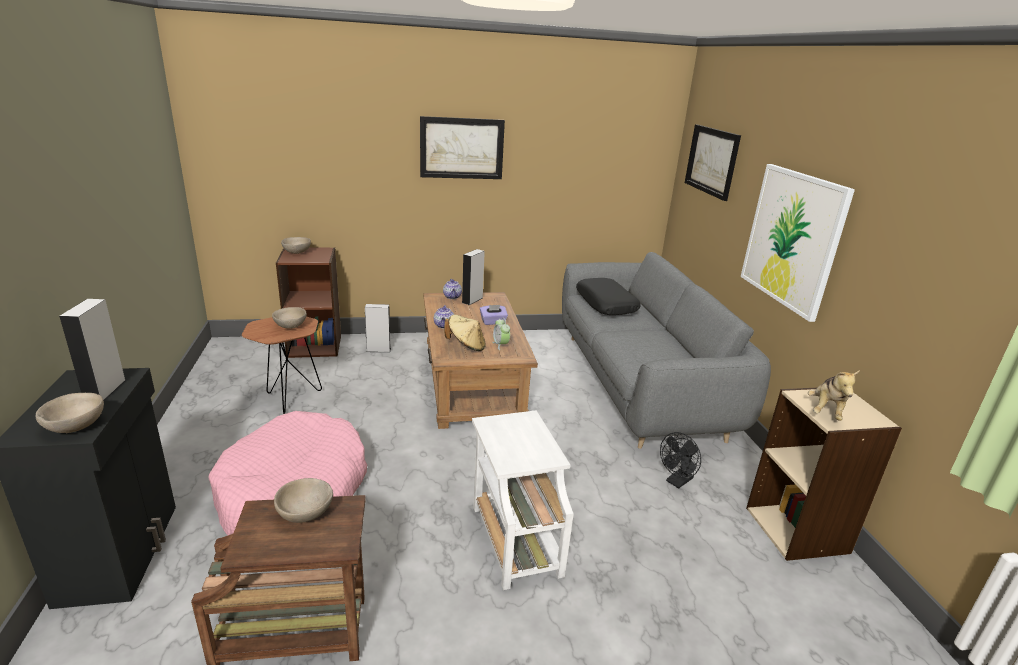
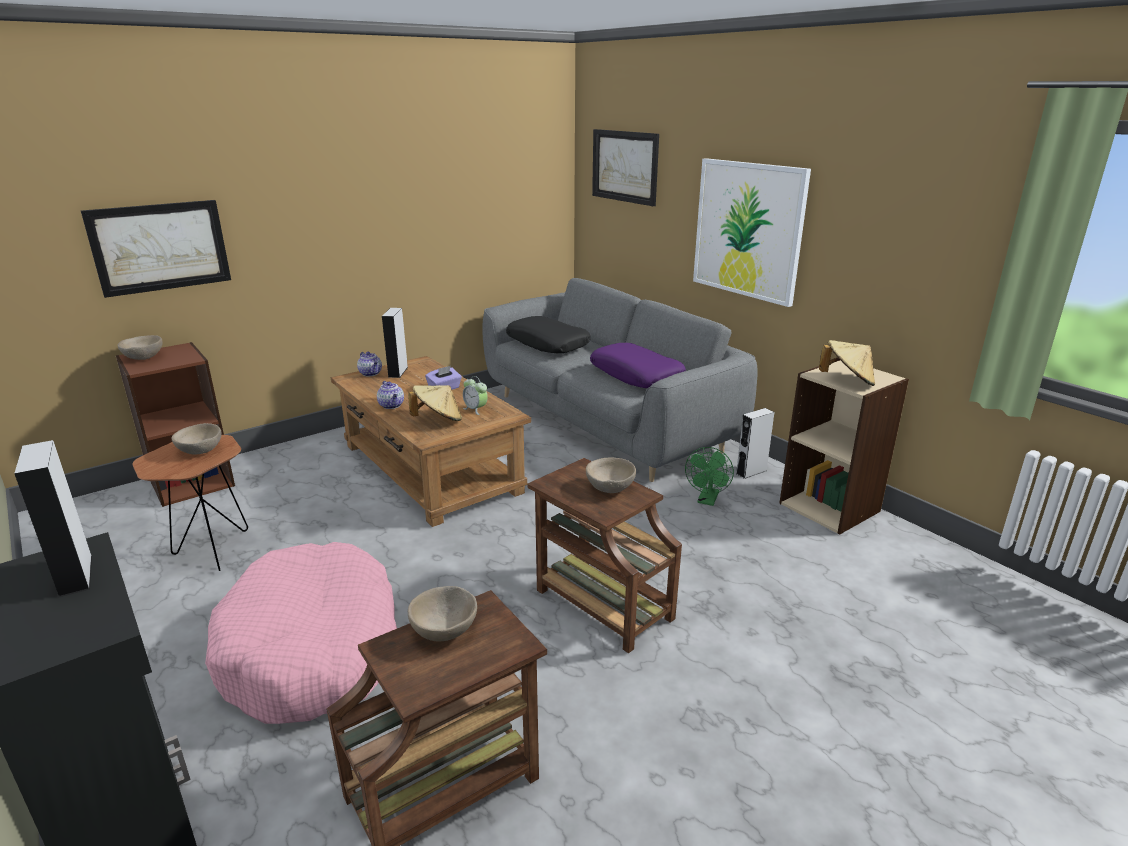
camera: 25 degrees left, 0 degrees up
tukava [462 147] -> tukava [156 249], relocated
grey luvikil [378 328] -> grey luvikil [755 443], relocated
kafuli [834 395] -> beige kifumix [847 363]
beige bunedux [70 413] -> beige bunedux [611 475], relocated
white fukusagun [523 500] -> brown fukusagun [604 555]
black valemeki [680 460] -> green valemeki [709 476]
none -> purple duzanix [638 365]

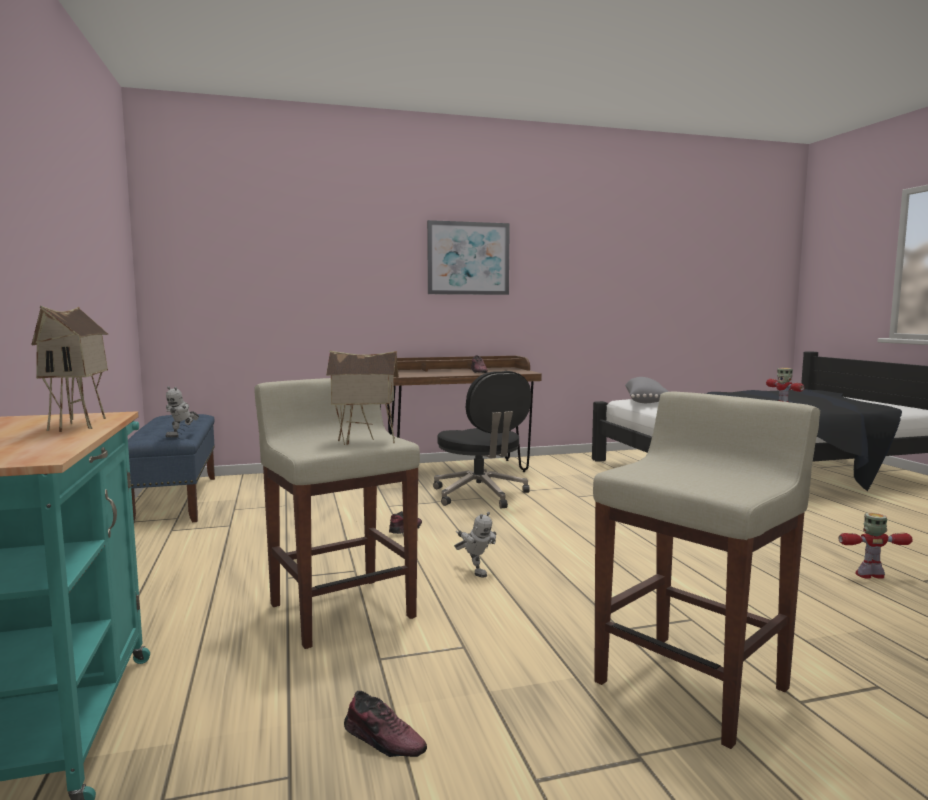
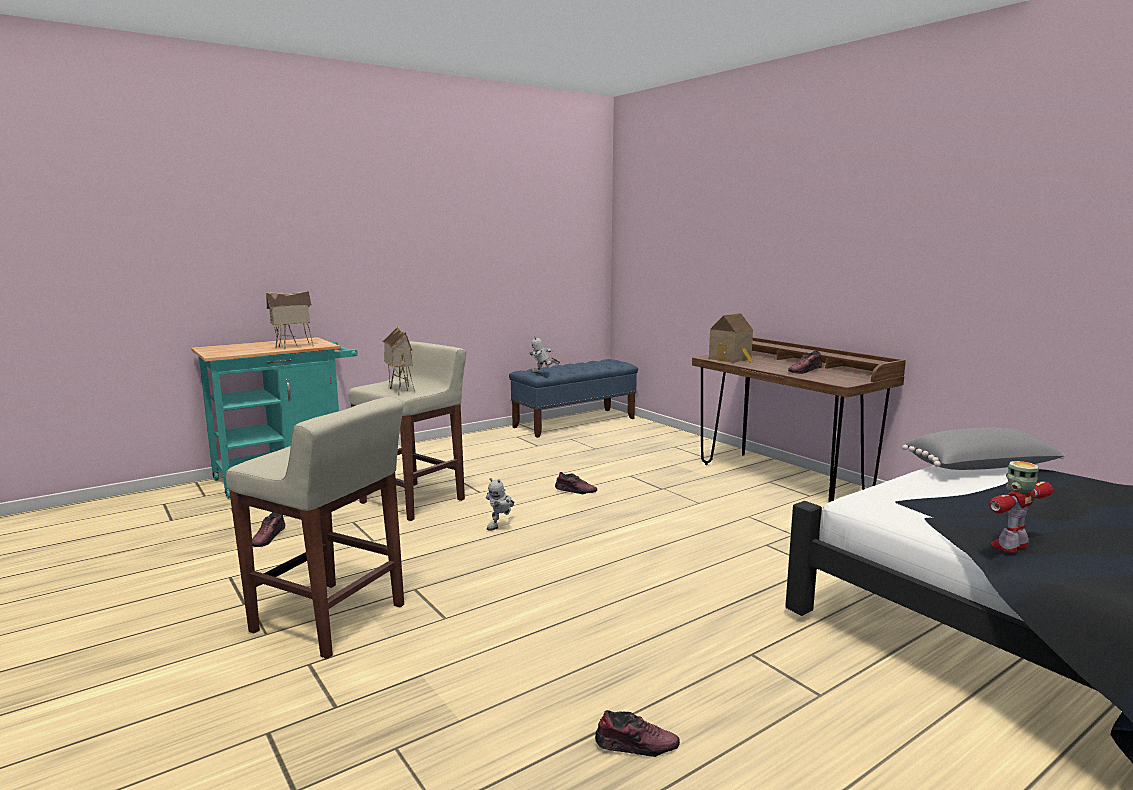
camera: 70 degrees right, 5 degrees up
tukava [468 257] -> none
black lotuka [482 439] -> none
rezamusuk [876 546] -> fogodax [637 733]
none -> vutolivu [731 338]

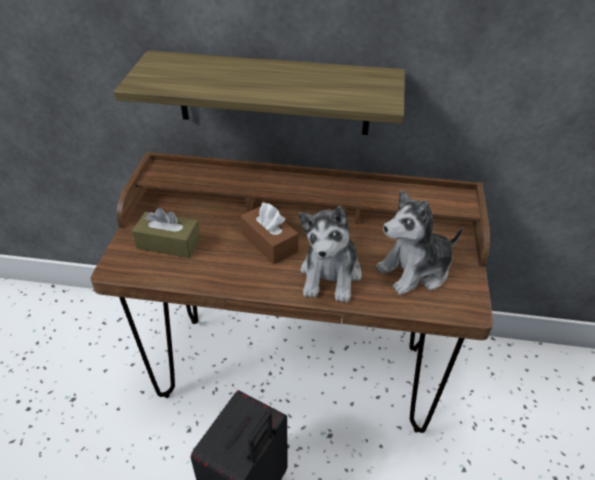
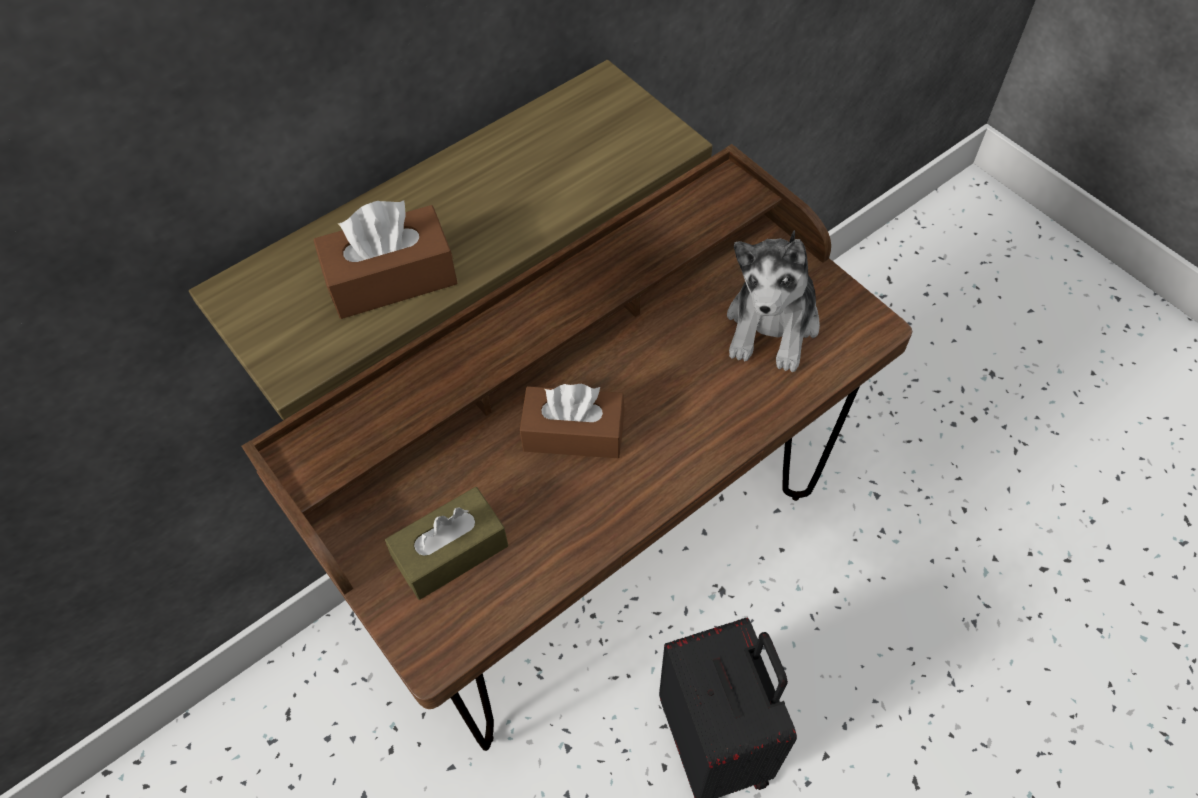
camera: 45 degrees left, 15 degrees up
kafuli [330 254] -> none
none -> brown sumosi [385 259]

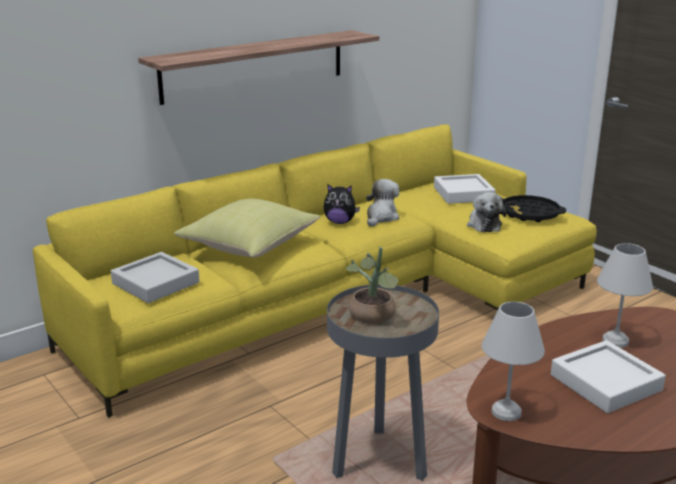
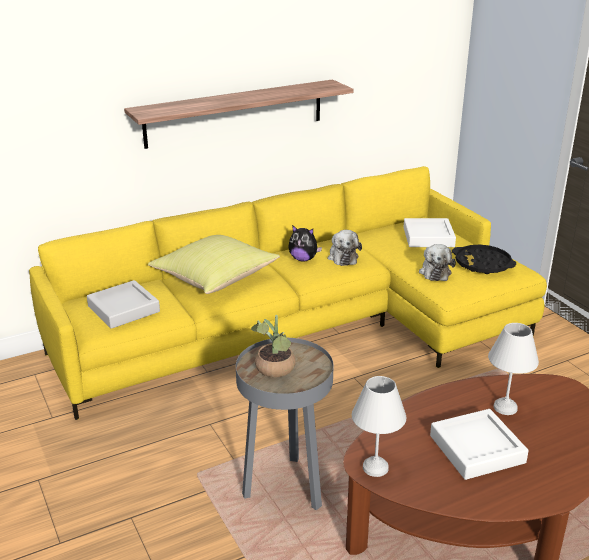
camera: 10 degrees right, 5 degrees up
kafuli [382 203] -> kafuli [344 248], 135 degrees clockwise

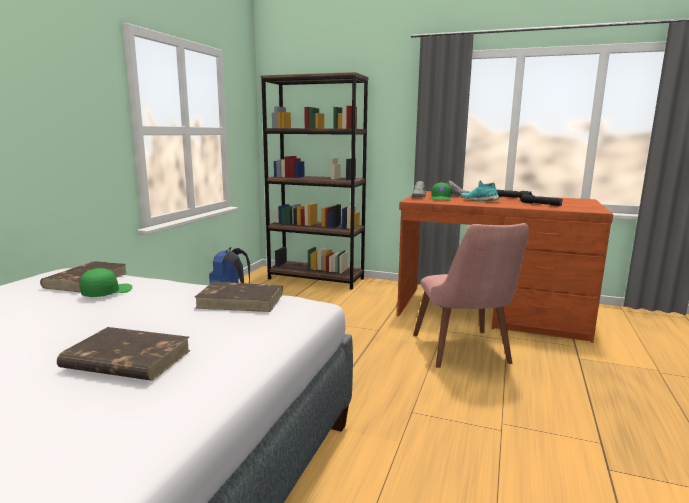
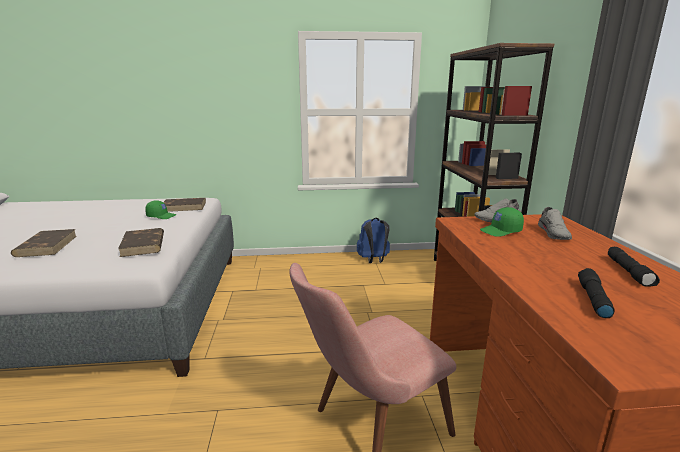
camera: 65 degrees right, 5 degrees up
turquoise fogodax [480 191] -> none

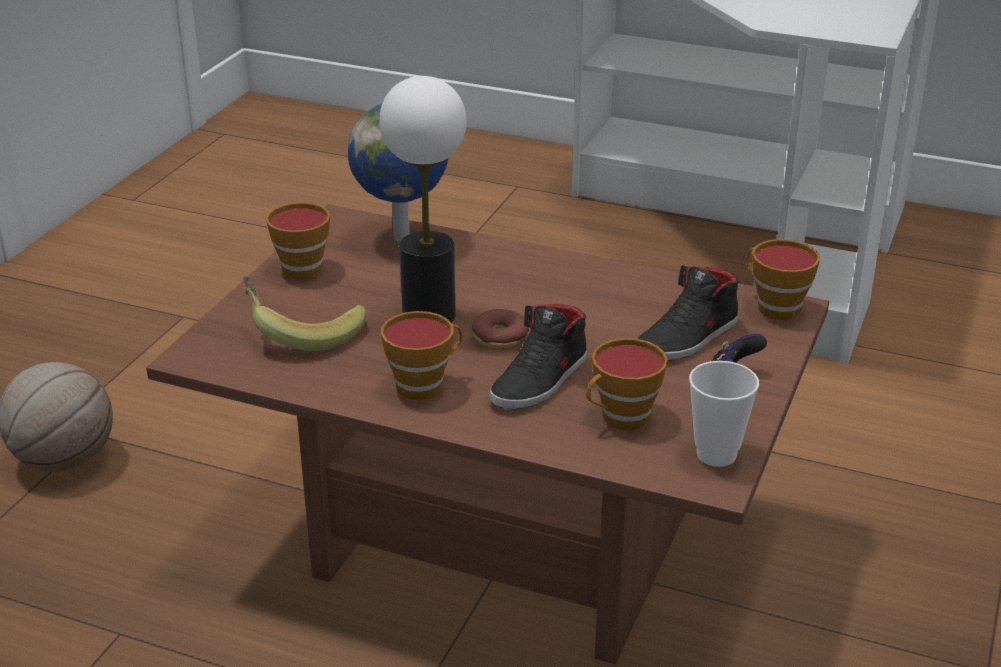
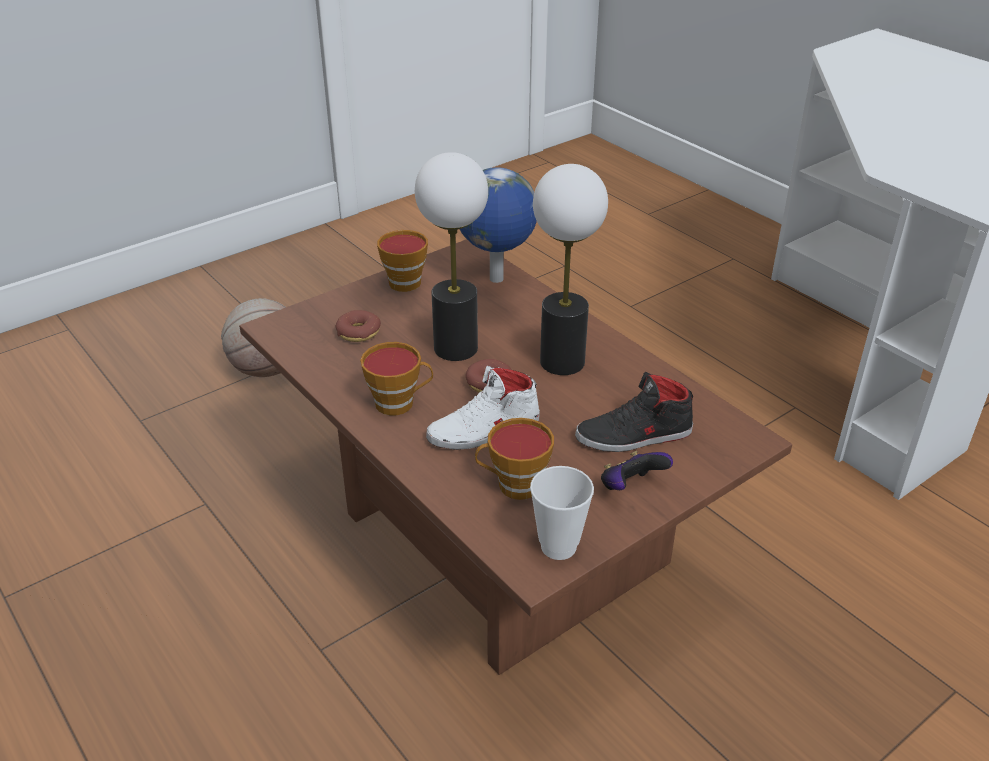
camera: 30 degrees right, 5 degrees up
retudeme [783 279] -> none
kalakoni [304 313] -> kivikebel [358 326]
black fogodax [538 356] -> white fogodax [483 408]
none -> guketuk [570 269]

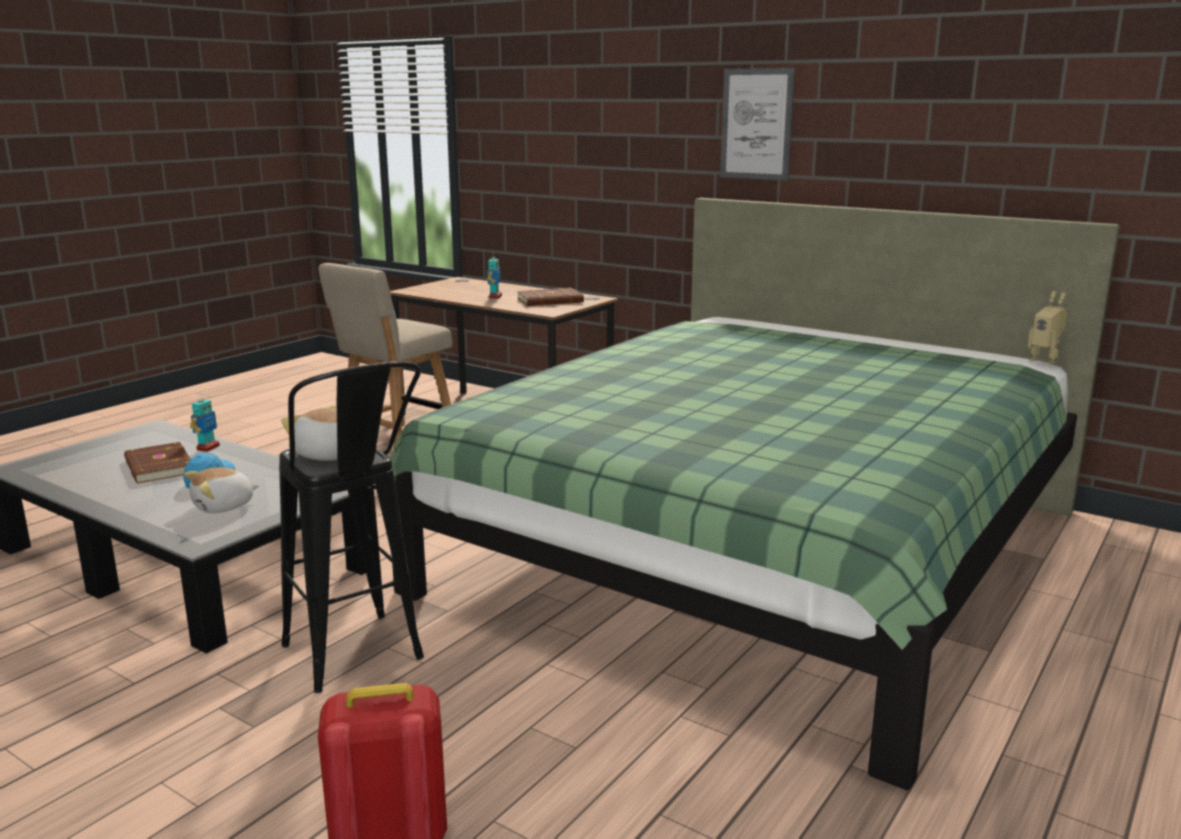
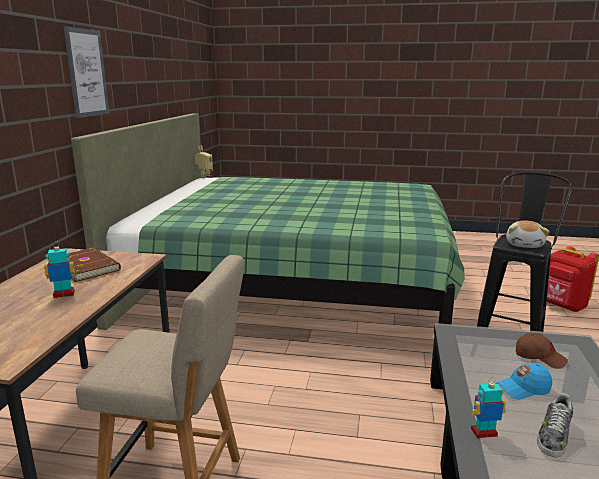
camera: 115 degrees left, 0 degrees up
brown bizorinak [157 462] -> fogodax [555 425]
kafuli [221 490] -> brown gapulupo [542 351]

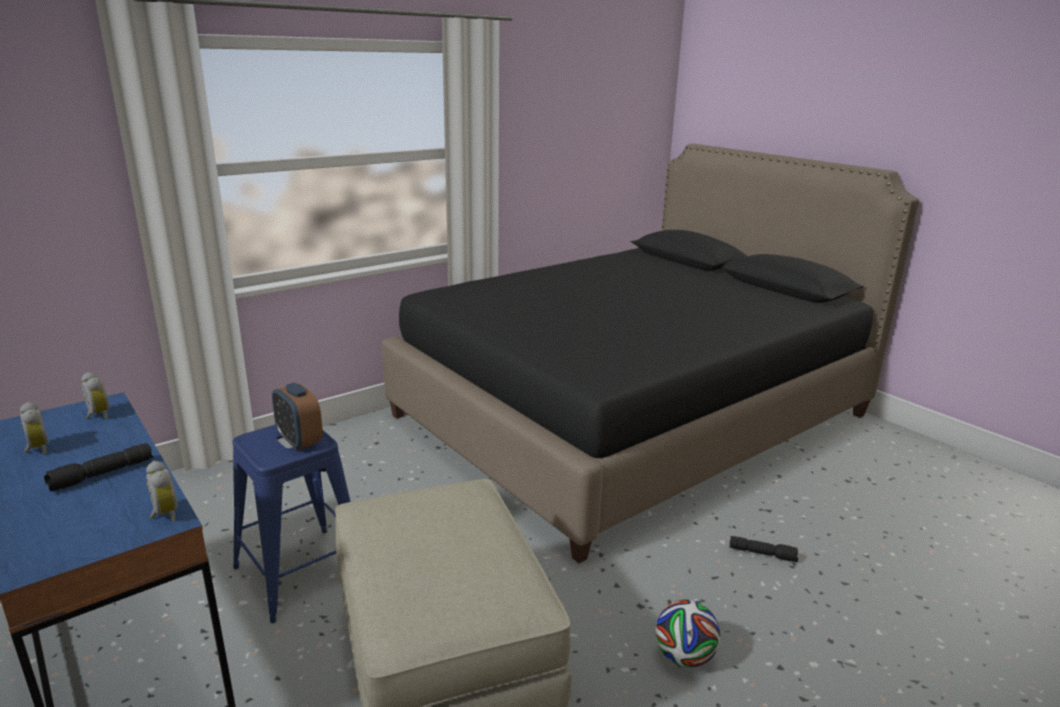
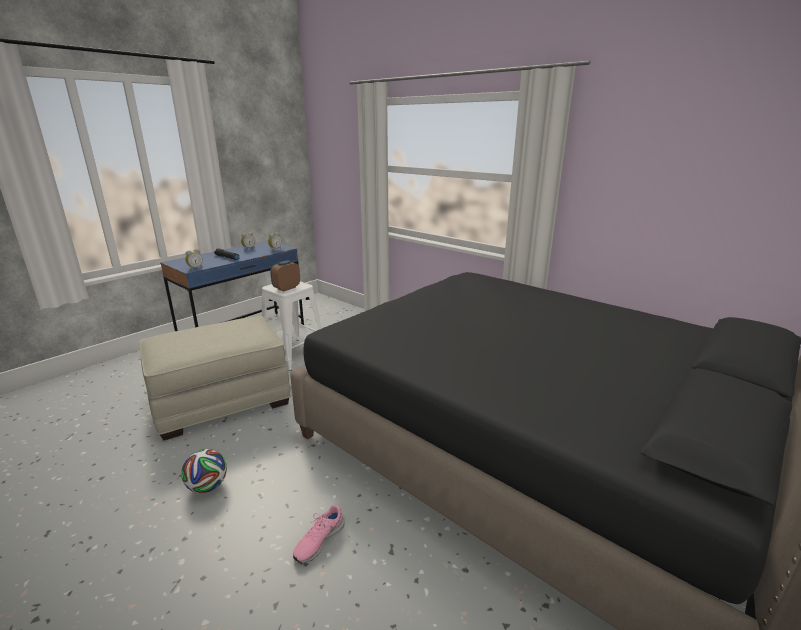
camera: 80 degrees right, 0 degrees up
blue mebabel [292 523] -> white mebabel [292 326]
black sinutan [763 549] -> pink fogodax [319 534]

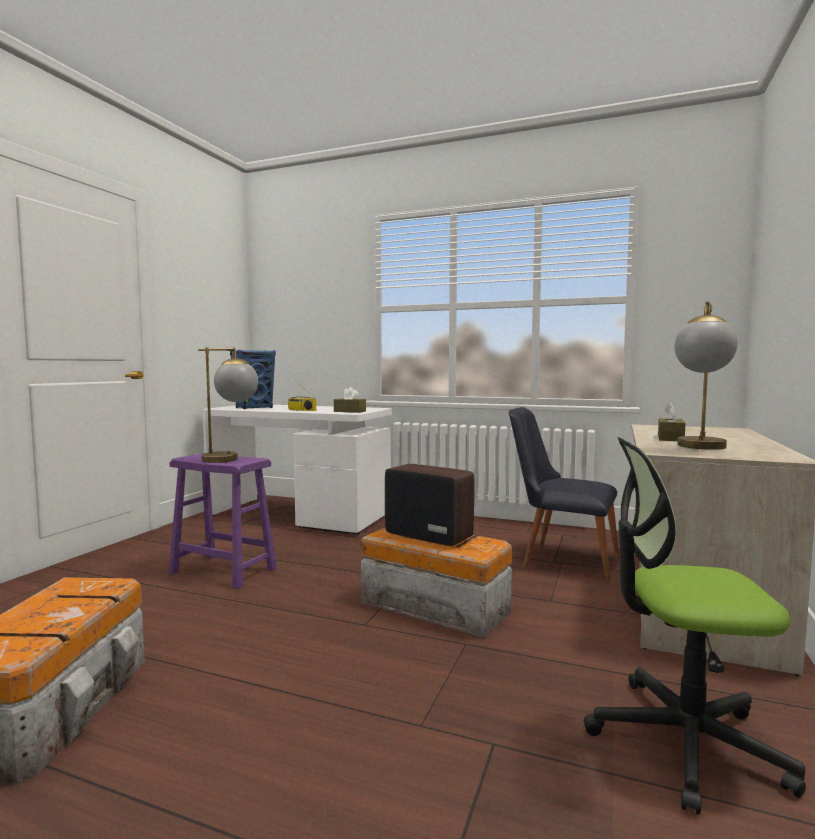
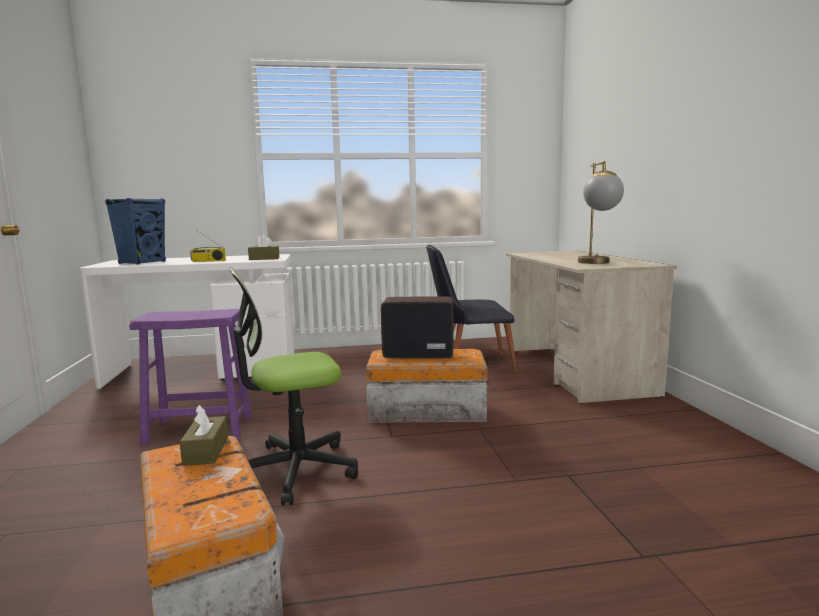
camera: 30 degrees left, 5 degrees up
guketuk [228 405] -> none
brown sumosi [671 422] -> brown sumosi [204 435], relocated
lotuka [694 626] -> lotuka [293 386], relocated

